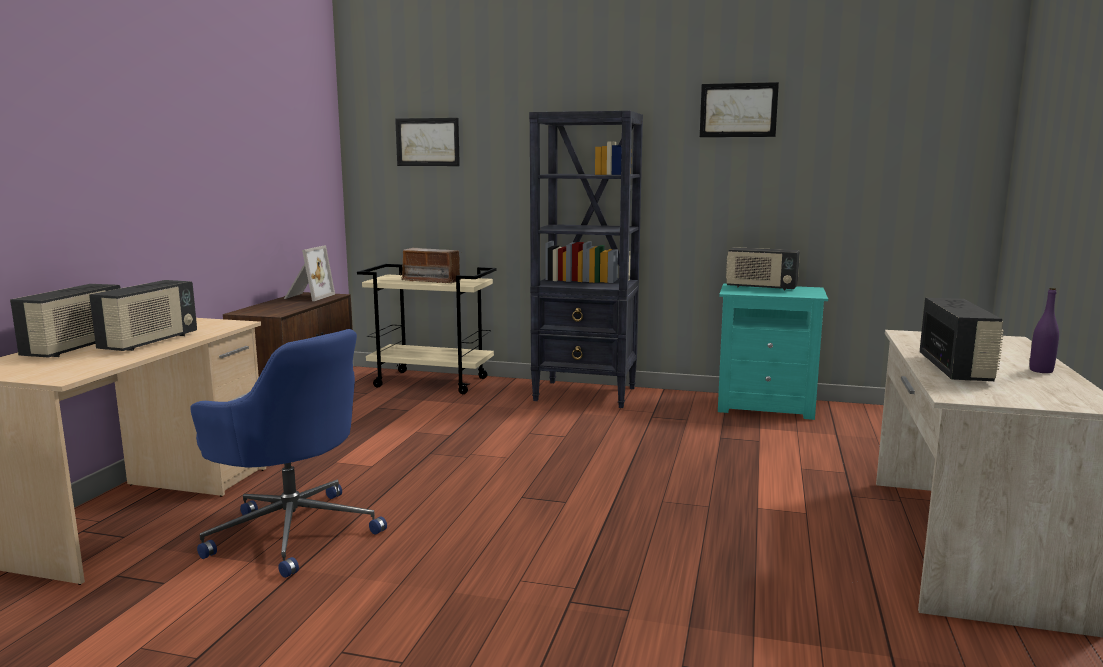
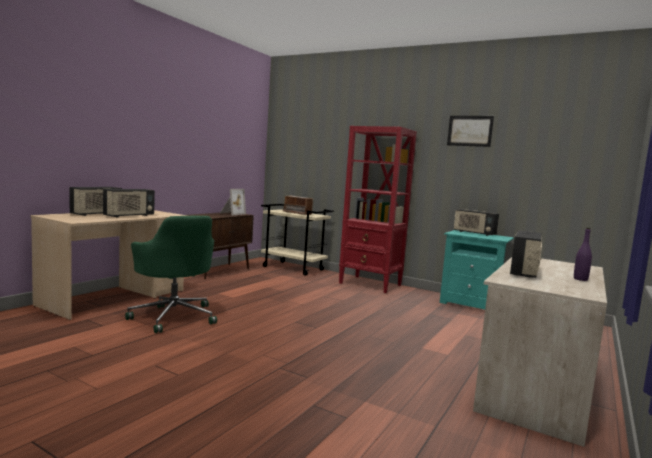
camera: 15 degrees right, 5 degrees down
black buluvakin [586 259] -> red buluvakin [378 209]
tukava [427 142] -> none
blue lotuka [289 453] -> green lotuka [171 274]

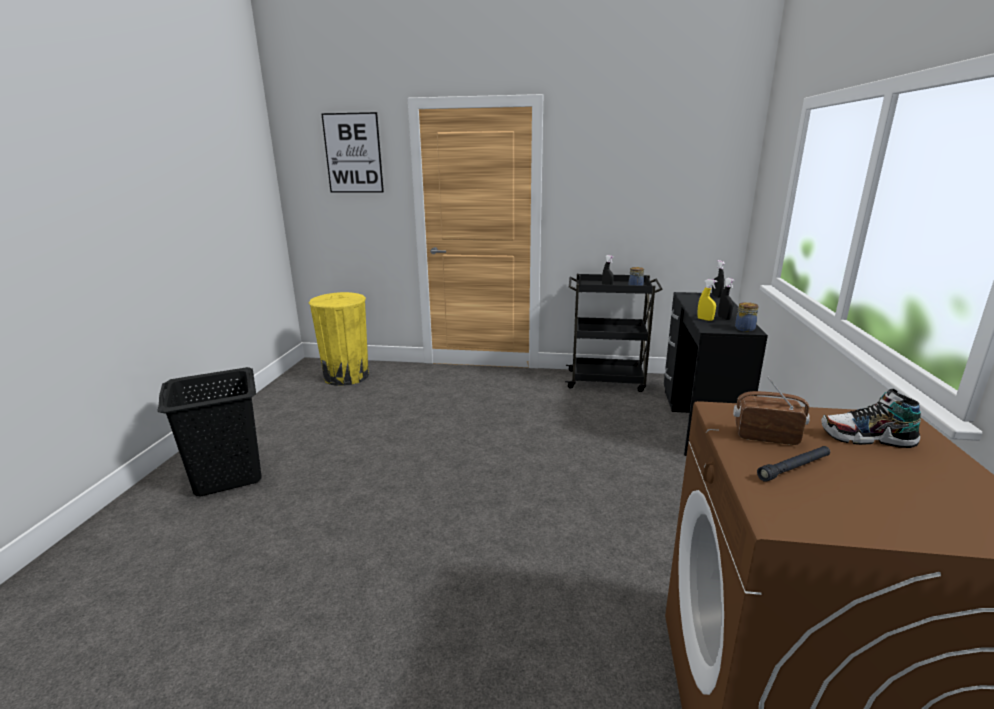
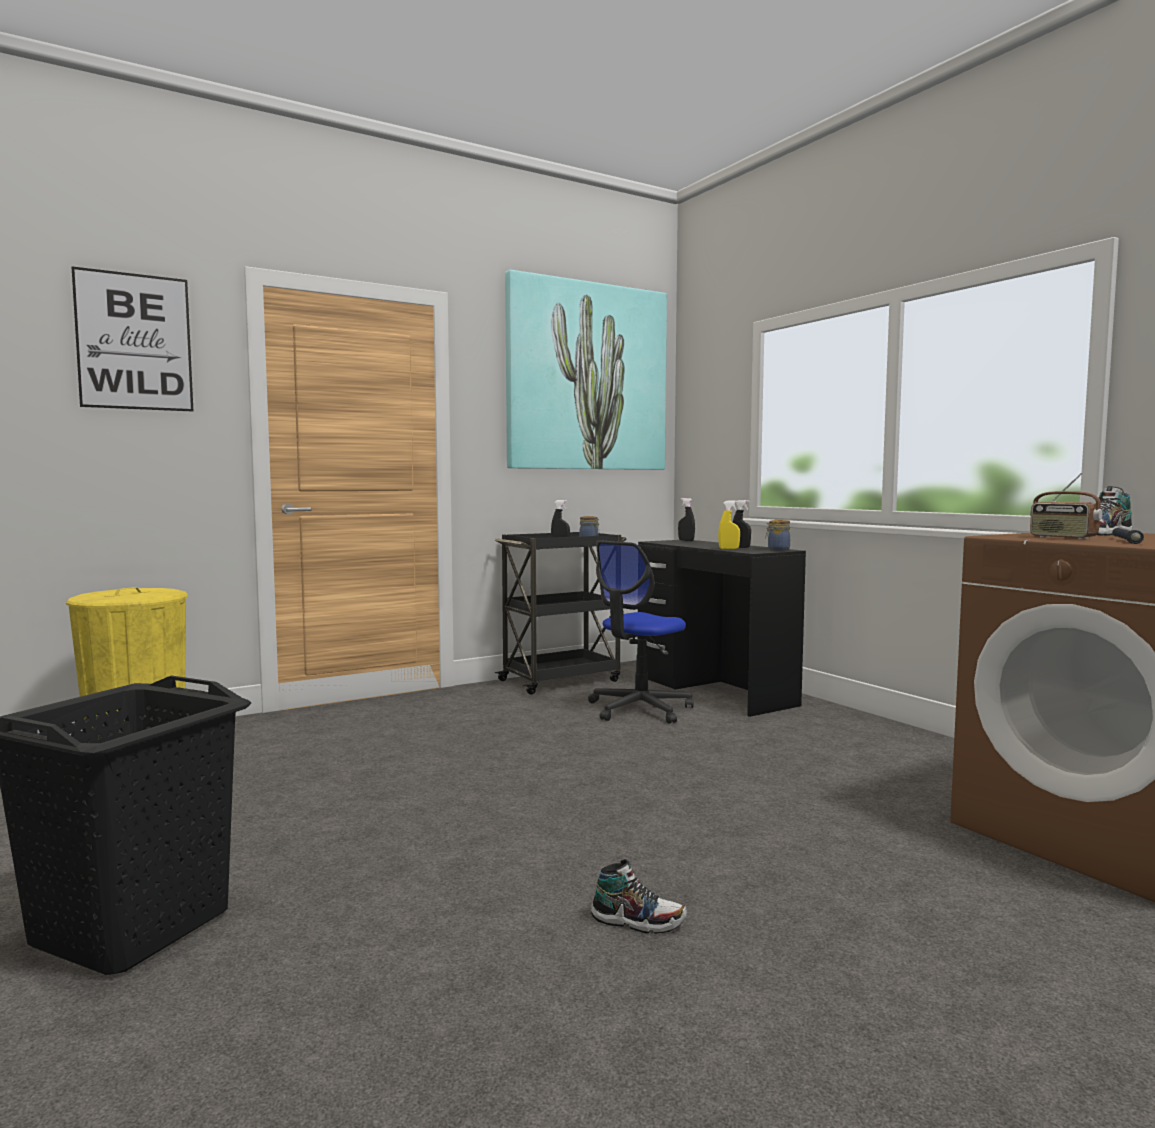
camera: 40 degrees left, 15 degrees down
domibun [771 411] -> domibun [1066 506], 105 degrees counterclockwise
none -> tukava [586 370]
none -> lotuka [641 632]
none -> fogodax [639 896]

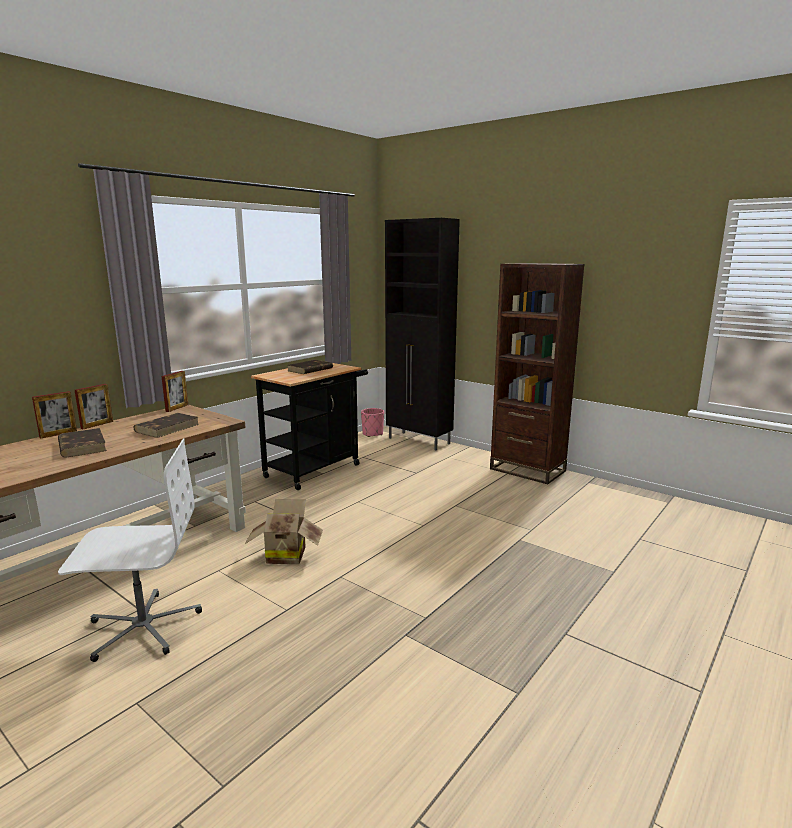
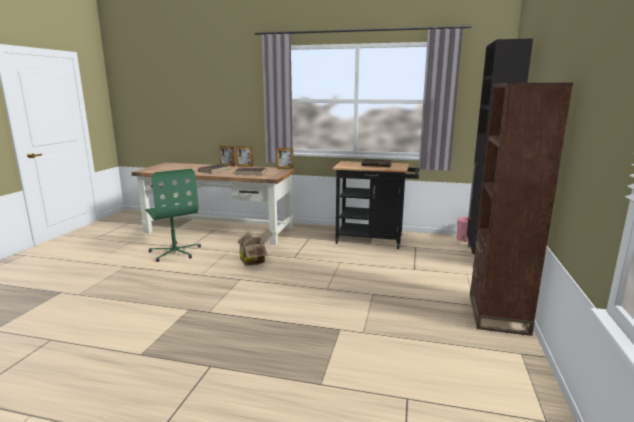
camera: 65 degrees right, 0 degrees up
white lotuka [130 550] -> green lotuka [173 215]

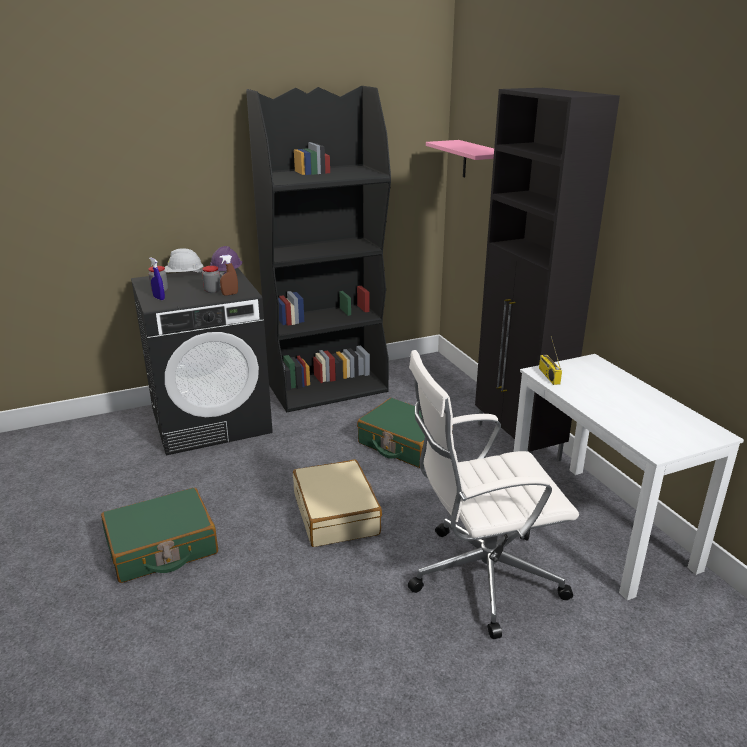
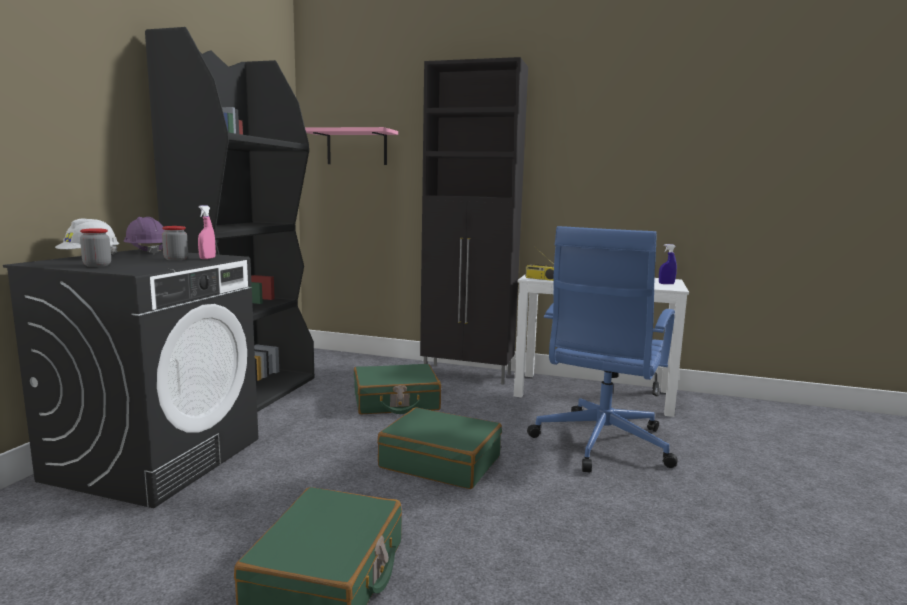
camera: 50 degrees left, 15 degrees down
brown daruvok [229 275] -> pink daruvok [207 232]
blue daruvok [157 279] -> blue daruvok [668 264], relocated
white lotuka [493 494] -> blue lotuka [602 349]
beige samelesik [337 503] -> green samelesik [439 448]

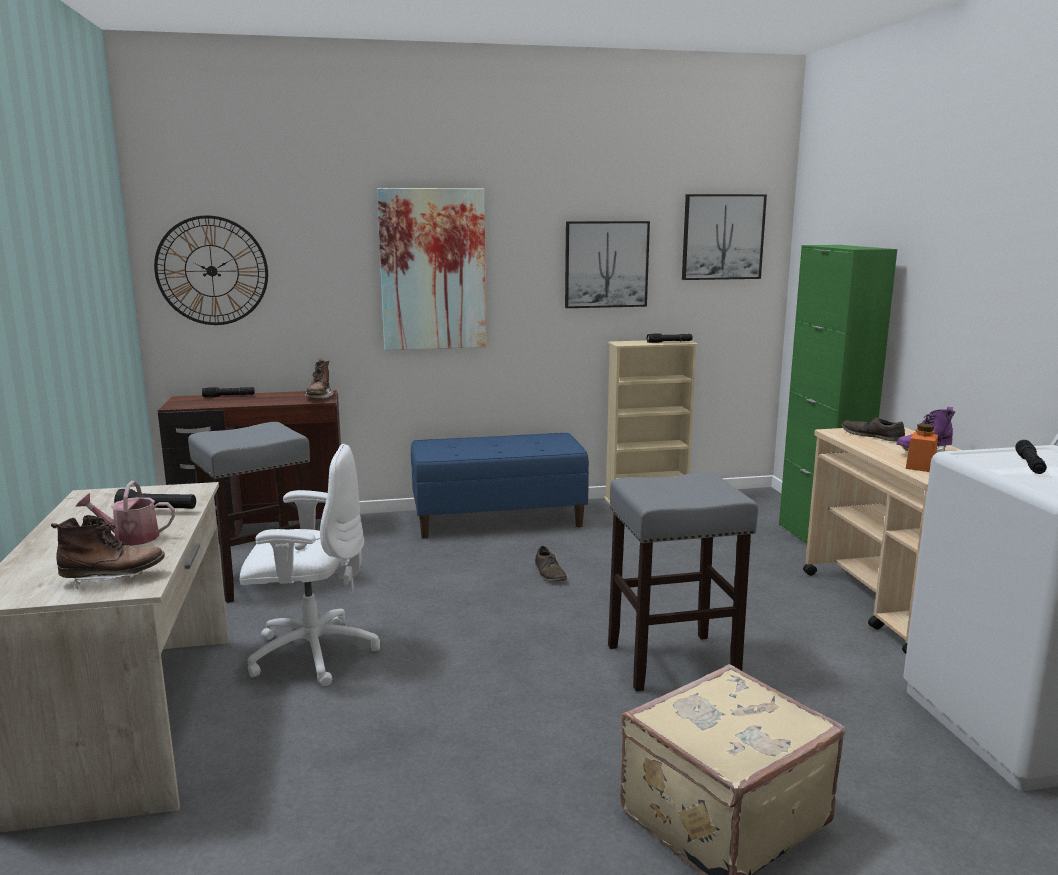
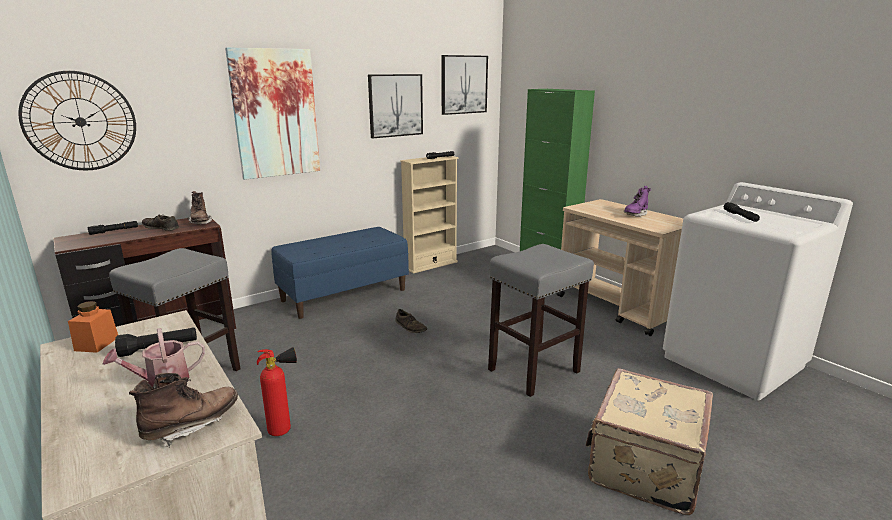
camera: 25 degrees left, 5 degrees up
brown fogodax [873 429] -> brown fogodax [160 222], relocated
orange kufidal [922 448] -> orange kufidal [93 327], relocated
white lotuka [309 565] -> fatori [277 391]

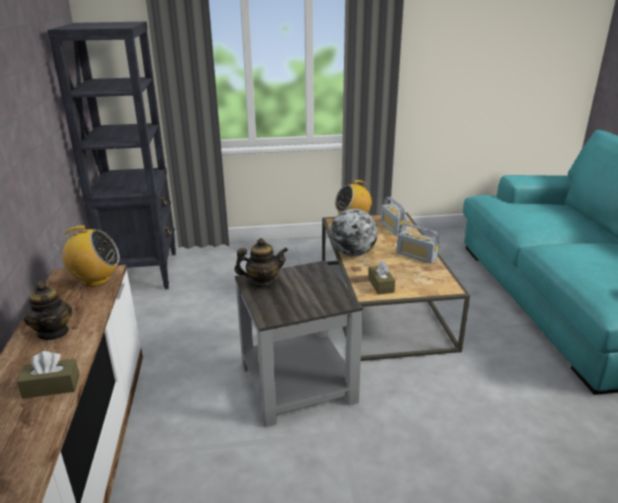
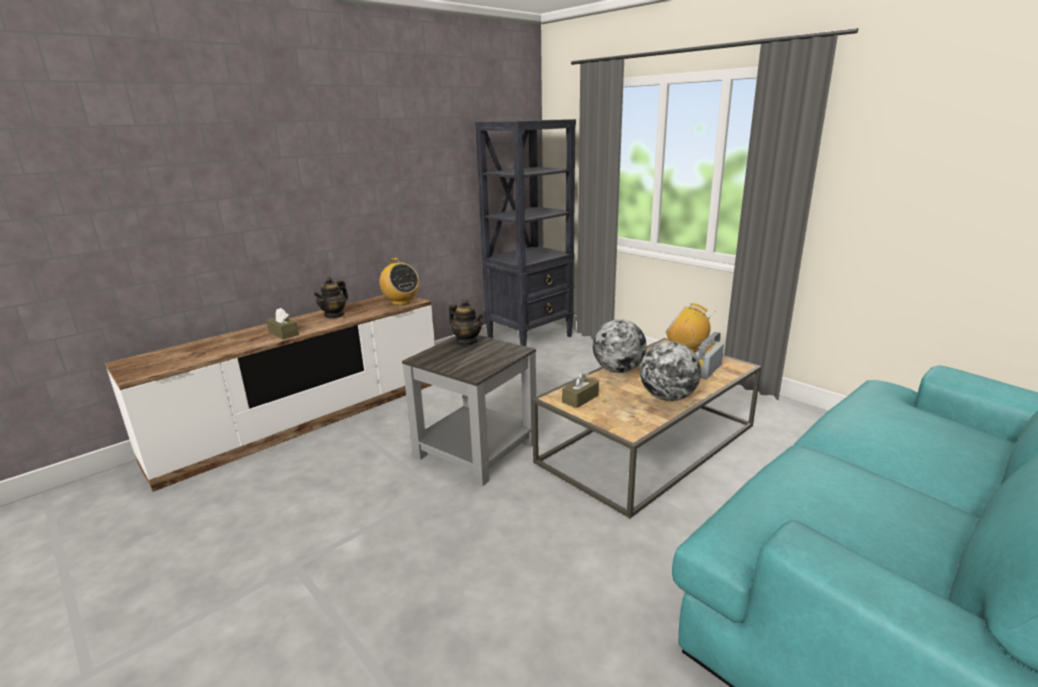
camera: 55 degrees right, 5 degrees down
domibun [418 243] -> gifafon [670 371]

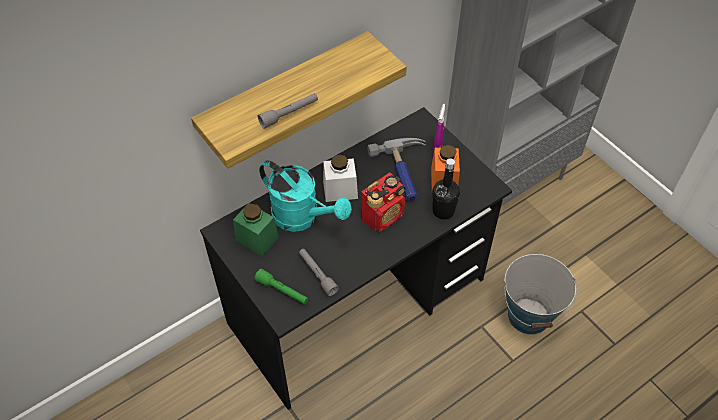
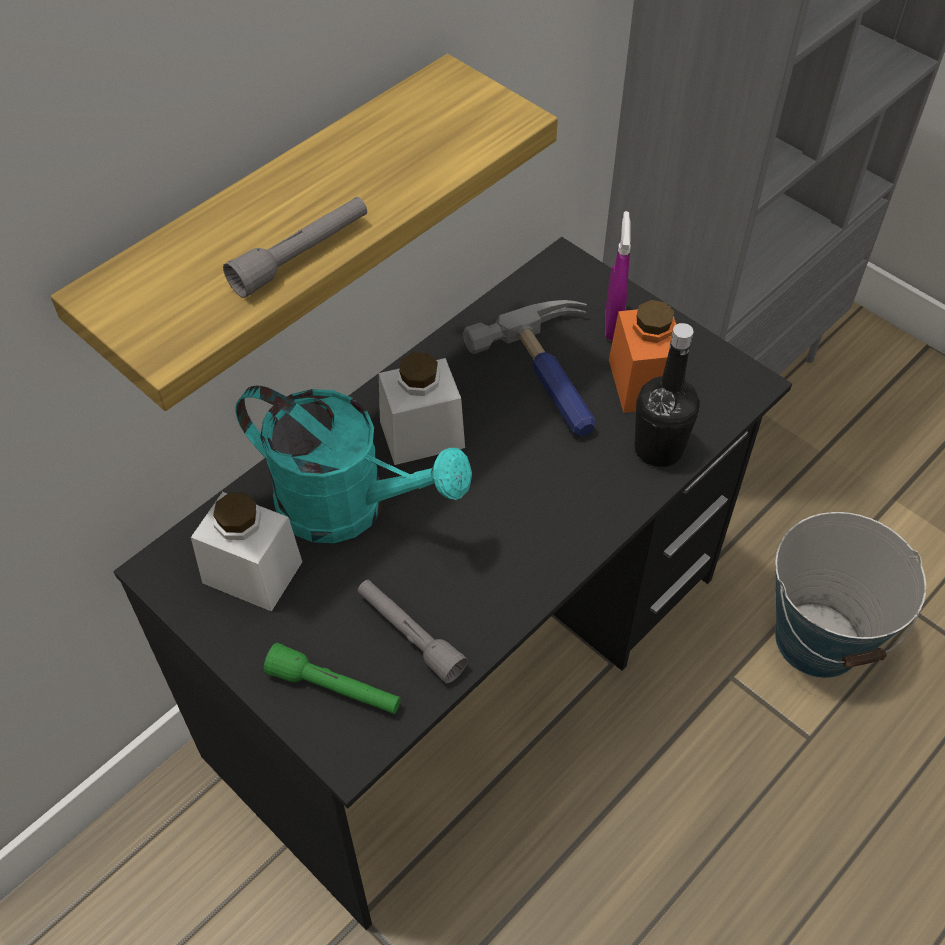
camera: 10 degrees left, 0 degrees up
domibun [383 202] -> none
green kufidal [256 229] -> white kufidal [246 552]

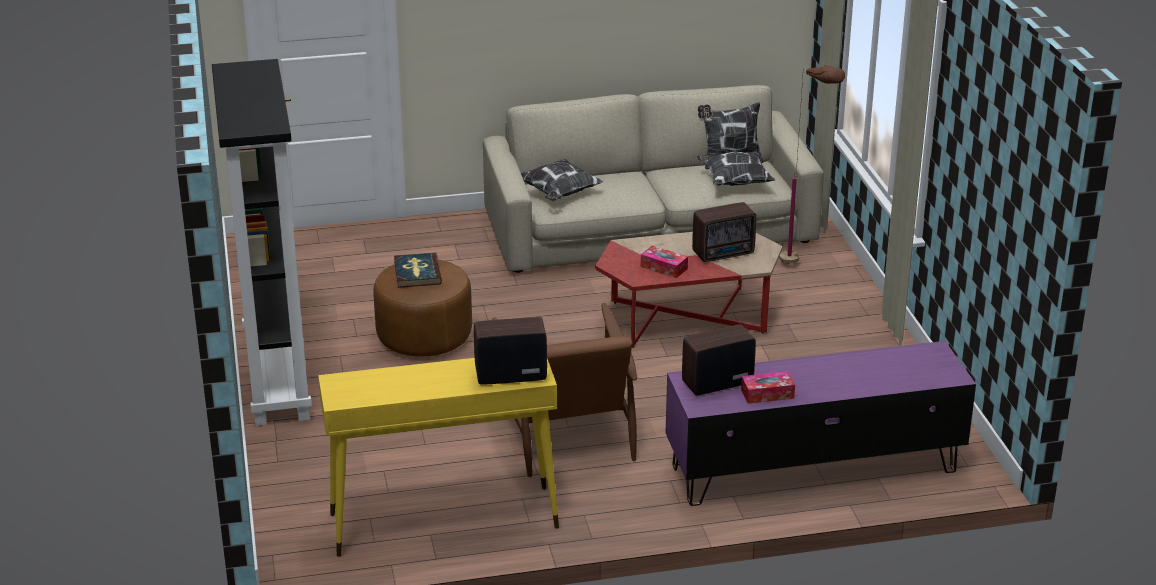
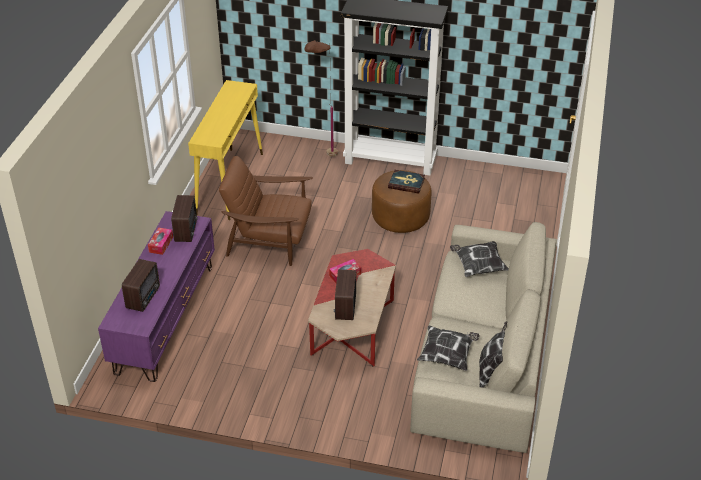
camera: 115 degrees right, 10 degrees up
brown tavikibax [812 164] -> brown tavikibax [321 98], relocated
domibun [510 351] -> domibun [141 285], relocated

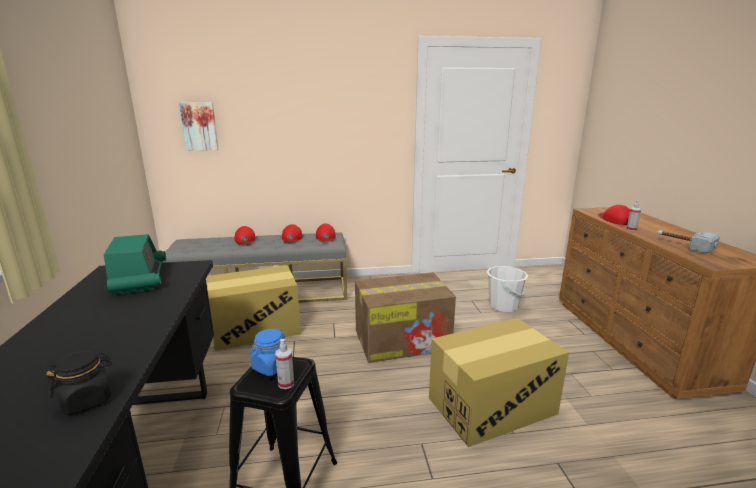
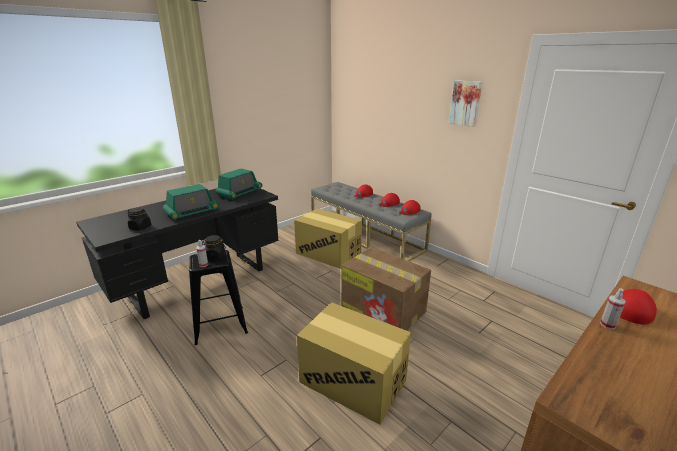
camera: 55 degrees right, 5 degrees up
tukava [199 126] -> tukava [465 103], relocated
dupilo [688 242] -> none
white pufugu [507 289] -> none
blue kufidal [268 352] -> black kufidal [214 247]
none -> domibun [190 202]

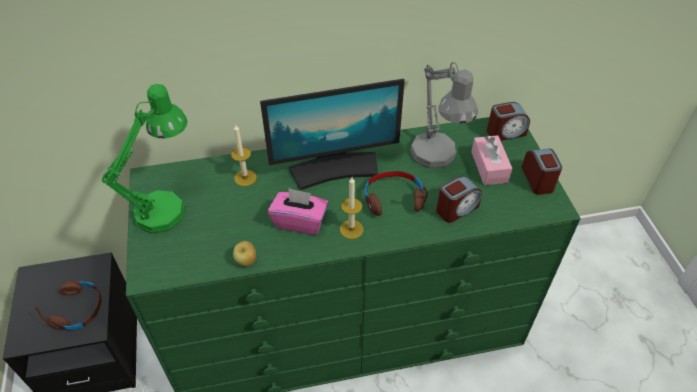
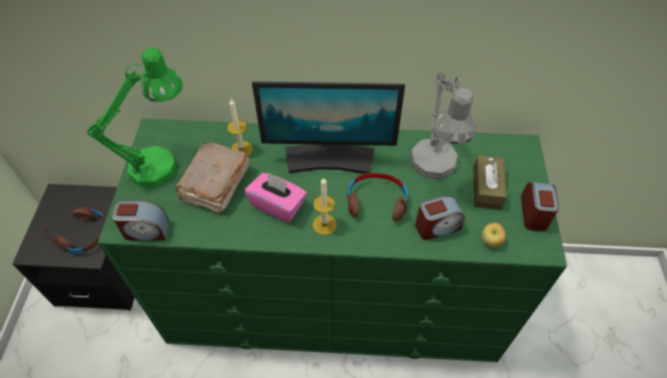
camera: 15 degrees right, 5 degrees up
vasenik [508 121] -> vasenik [140 220], relocated
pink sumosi [492 160] -> brown sumosi [490 182]
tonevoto [244 253] -> tonevoto [494 235], relocated
none -> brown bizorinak [212 178]

